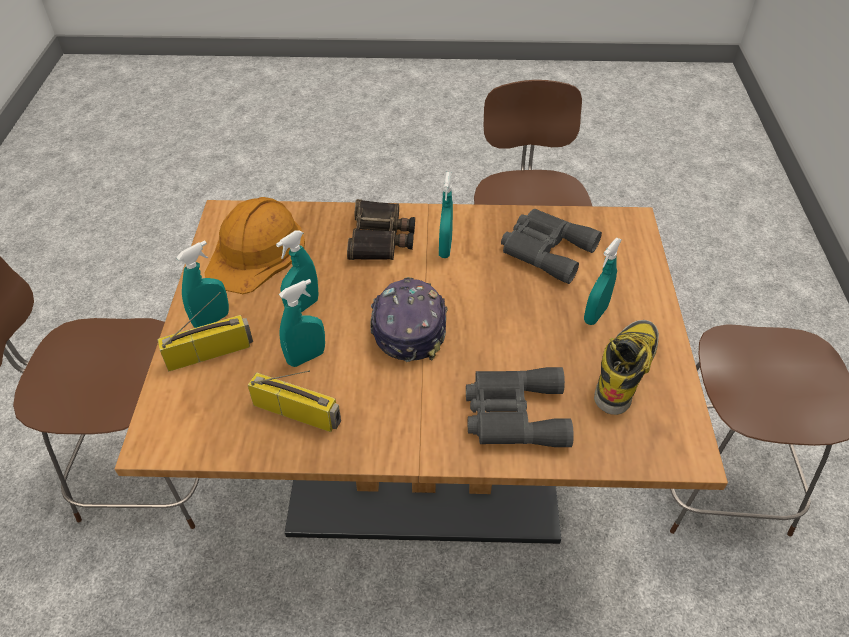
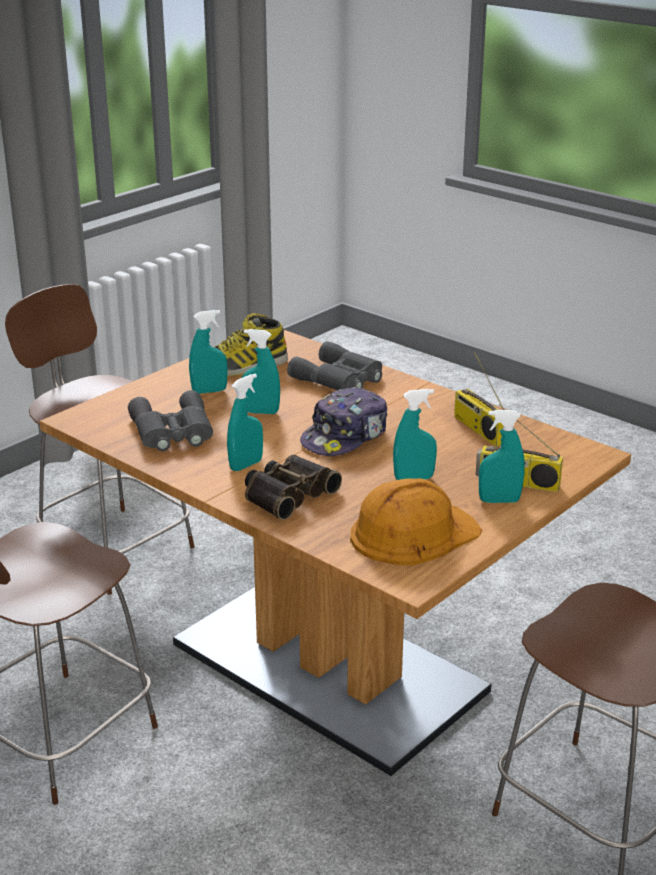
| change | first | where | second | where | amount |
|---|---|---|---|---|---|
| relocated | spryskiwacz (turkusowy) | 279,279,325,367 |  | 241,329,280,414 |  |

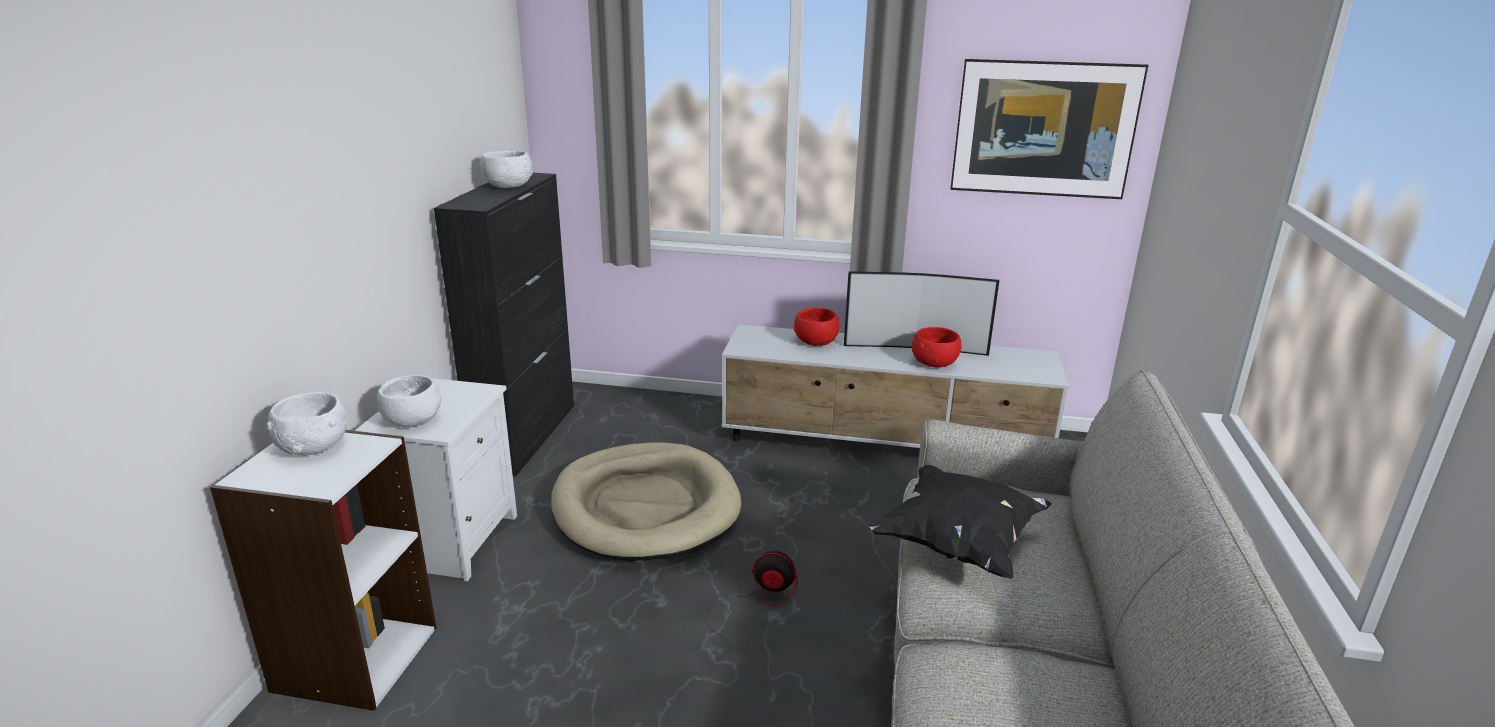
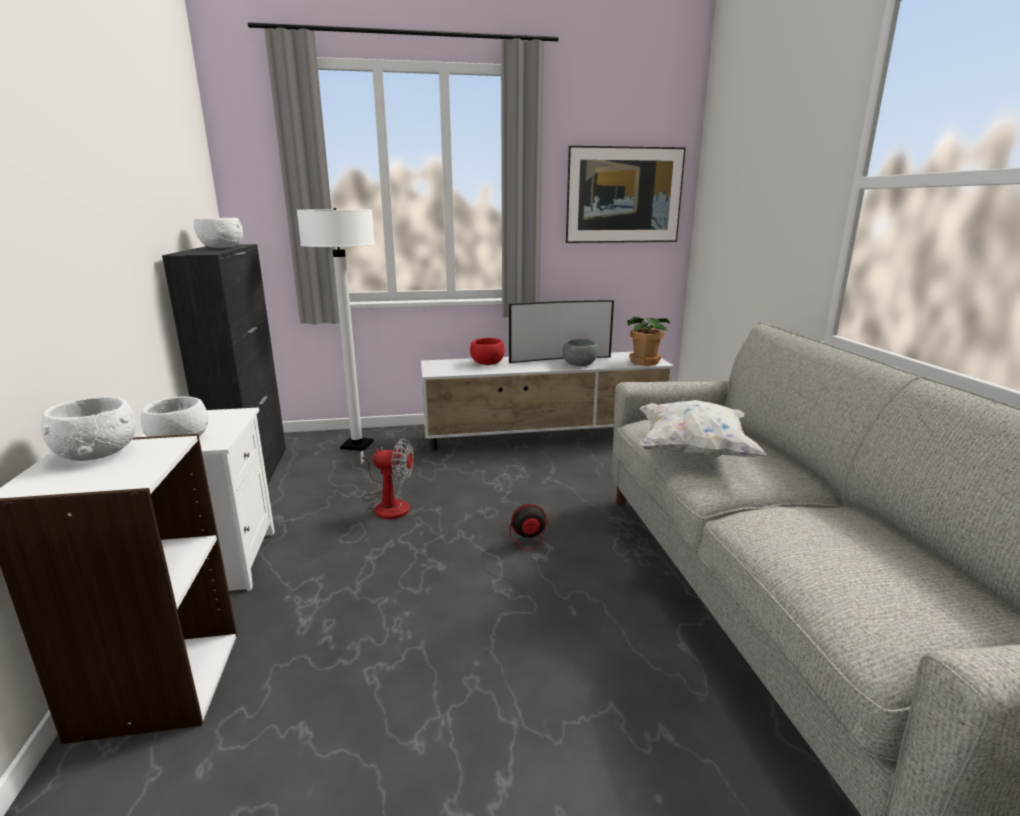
| change | first | where | second | where | amount |
|---|---|---|---|---|---|
| appeared |  |  | lampa stojąca (biały) | 297,208,375,451 |  |
| exchanged | legowisko (beżowy) | 551,442,741,561 | wentylator | 360,438,414,519 |  |
| colour | miska (czerwony) | 912,327,961,368 | miska (szary) | 562,339,598,366 |  |
| appeared |  |  | roślina doniczkowa | 627,317,670,366 |  |
| colour | poduszka (czarny) | 868,465,1052,579 | poduszka (biały) | 640,400,766,458 |  |

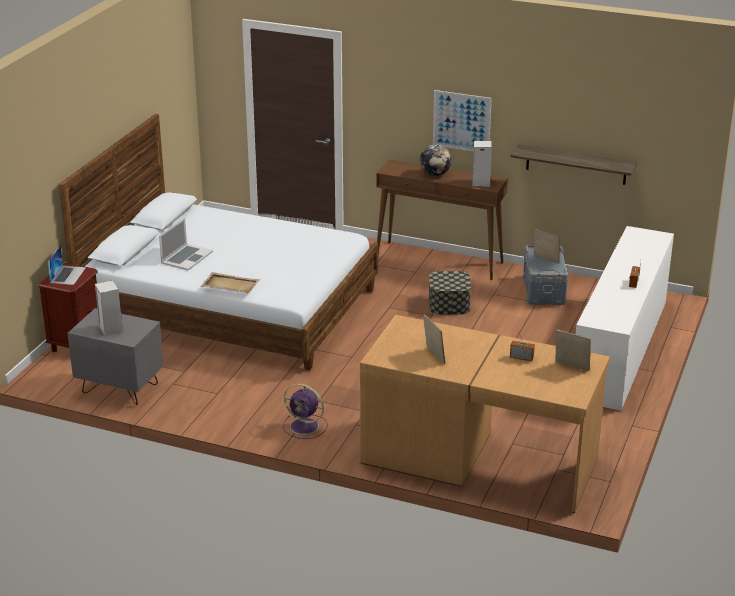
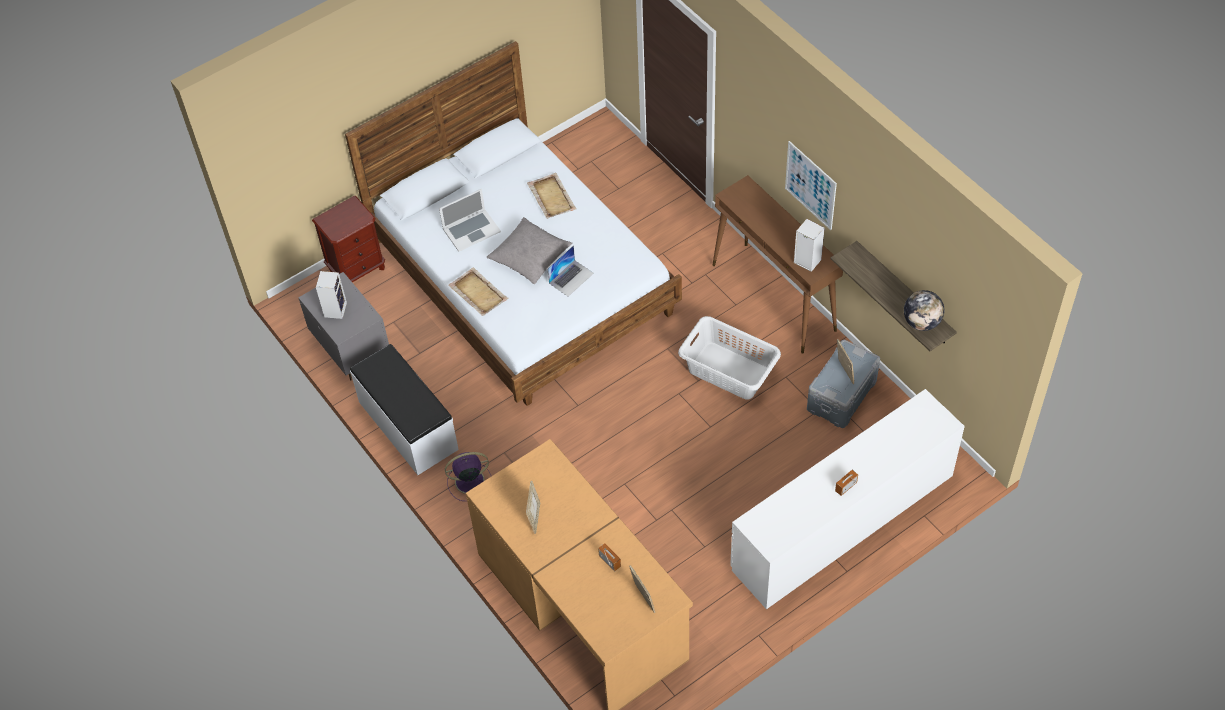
| change | first | where | second | where | amount |
|---|---|---|---|---|---|
| appeared |  |  | ławka (biały) | 350,344,459,475 |  |
| spun | wentylator (fioletowy) | 283,383,328,439 |  | 445,452,491,501 | 105 degrees clockwise |
| appeared |  |  | poduszka (szary) | 487,217,572,284 |  |
| appeared |  |  | taca (beżowy) | 527,173,577,219 |  |
| relocated | laptop | 47,246,86,285 |  | 547,245,594,297 |  |
| exchanged | pojemnik do przechowywania | 429,271,471,315 | kosz na pranie (szary) | 678,316,781,400 |  |
| relocated | globus | 420,144,451,176 |  | 904,290,944,331 |  |

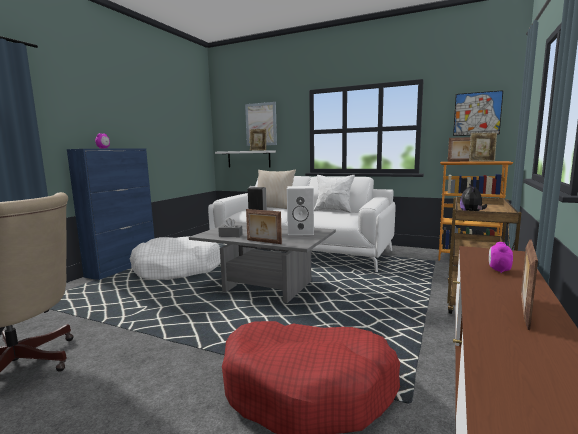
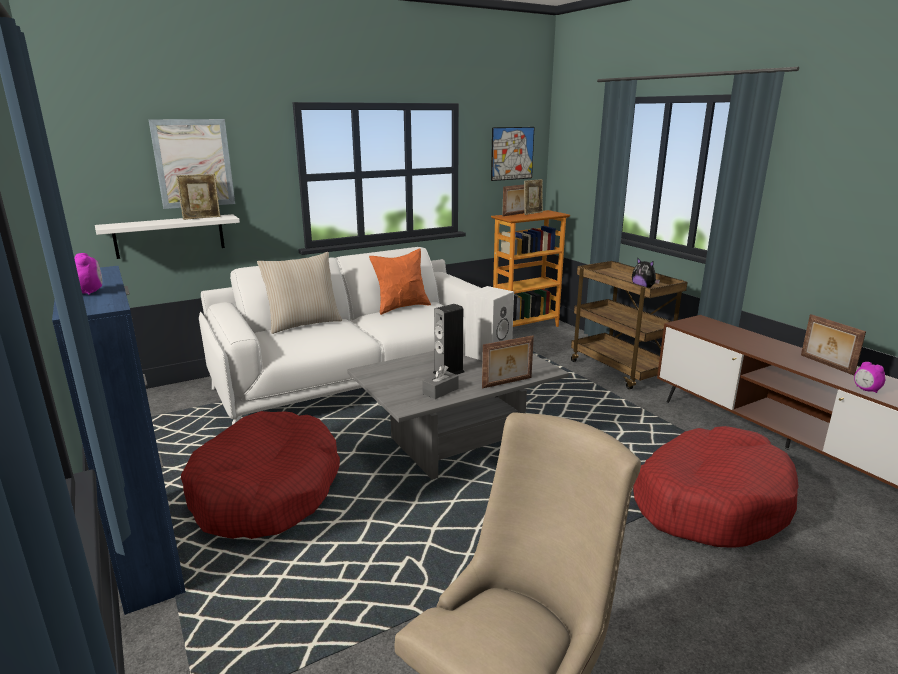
| change | first | where | second | where | amount |
|---|---|---|---|---|---|
| colour | legowisko (biały) | 130,236,221,280 | legowisko (czerwony) | 181,411,340,539 |  |
| colour | poduszka (biały) | 314,175,355,213 | poduszka (pomarańczowy) | 369,248,431,315 |  |
| relocated | budzik | 489,242,513,273 |  | 854,362,885,393 |  |

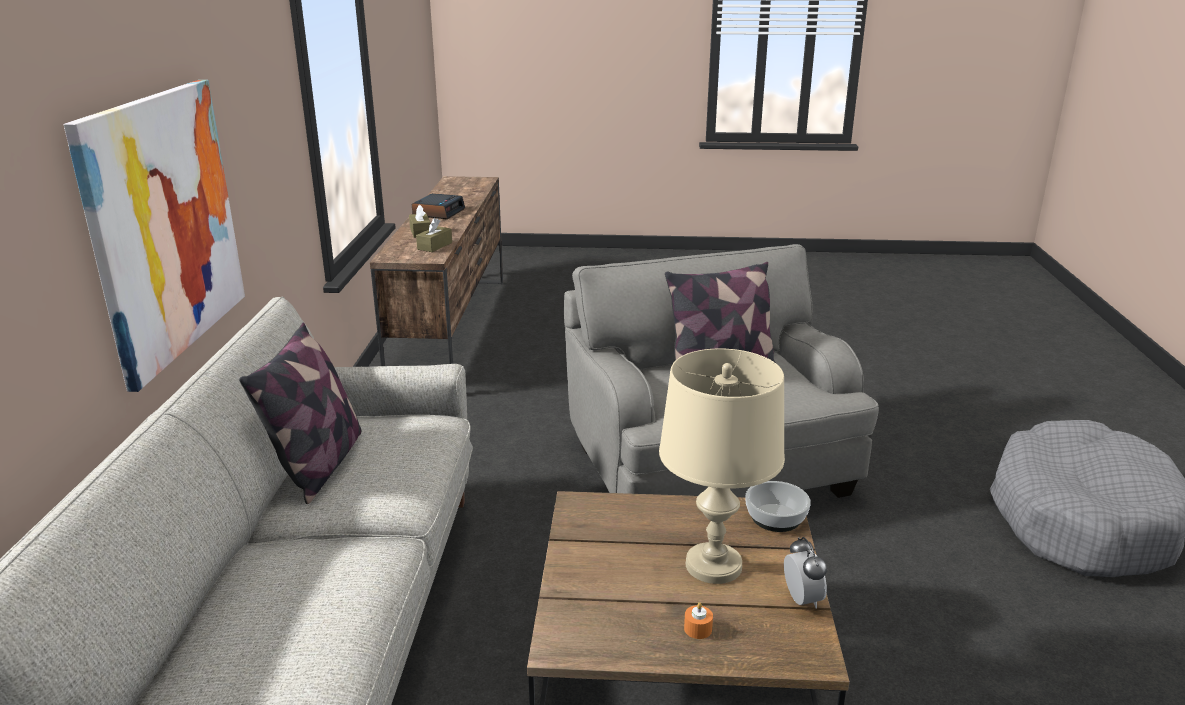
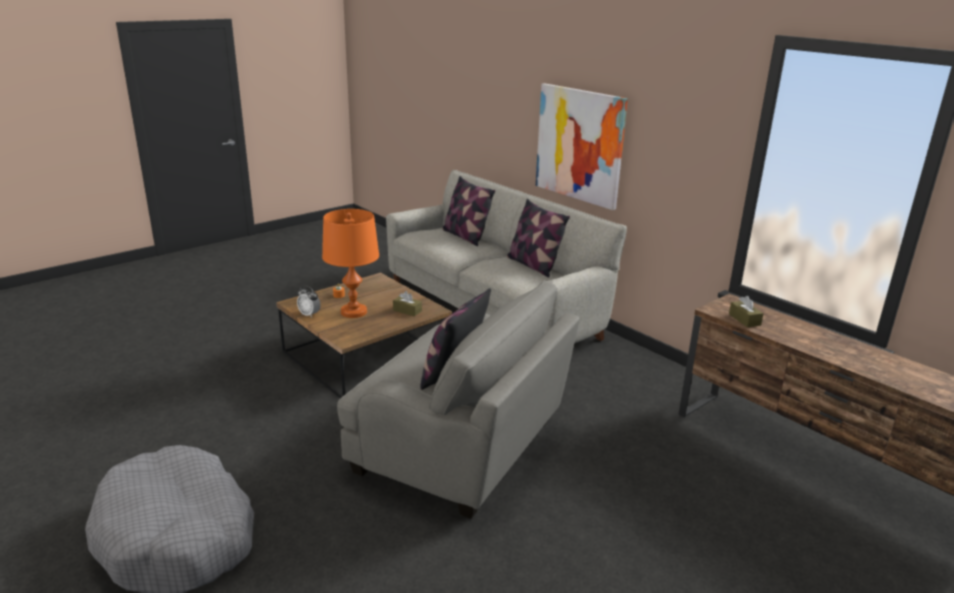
| change | first | where | second | where | amount |
|---|---|---|---|---|---|
| colour | lampa stołowa (beżowy) | 659,348,785,584 | lampa stołowa (pomarańczowy) | 322,209,379,318 |  |
| relocated | pudełko chusteczek (brązowy) | 409,205,431,238 |  | 393,291,422,316 |  |
| appeared |  |  | poduszka | 443,176,495,246 |  |
| missing | budzik | 412,193,465,219 |  |  |  |
| missing | miska | 745,481,811,532 |  |  |  |

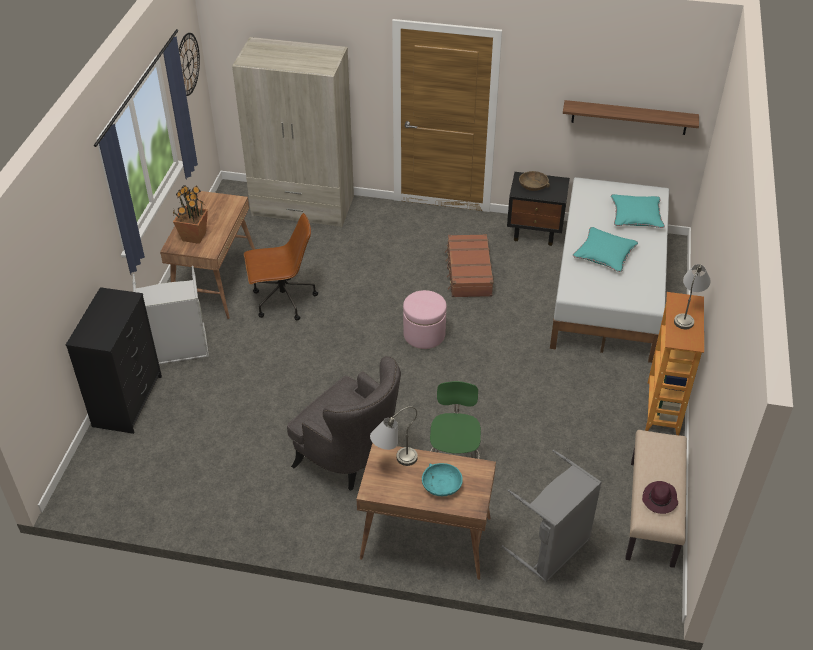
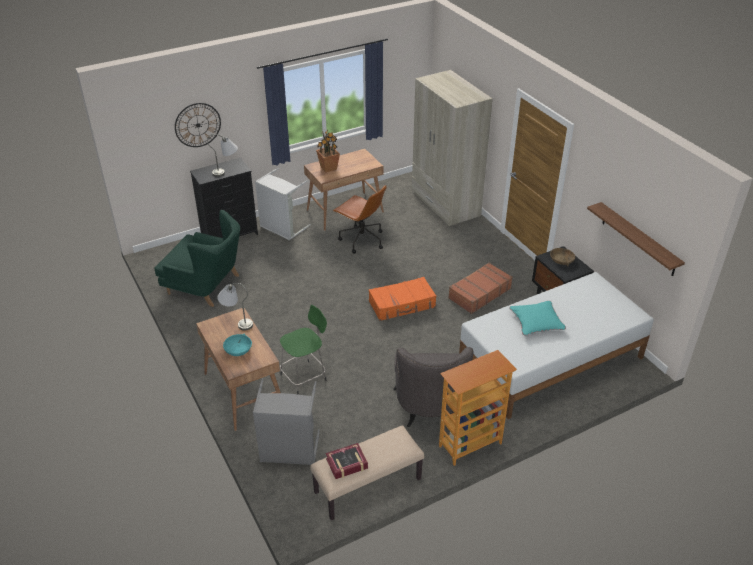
| change | first | where | second | where | amount |
|---|---|---|---|---|---|
| appeared |  |  | fotel (zielony) | 154,210,240,307 |  |
| relocated | zegar ścienny | 179,33,200,96 |  | 175,103,221,147 |  |
| relocated | lampa stołowa (szary) | 674,264,711,329 |  | 207,134,238,177 |  |
| exchanged | kapelusz (fioletowy) | 642,481,678,514 | książka | 326,443,368,479 |  |
| exchanged | pufa (różowy) | 403,290,447,349 | walizka (pomarańczowy) | 369,277,436,321 |  |
| relocated | fotel (szary) | 287,356,401,491 |  | 393,347,474,427 |  |
| missing | poduszka (turkusowy) | 611,194,665,228 |  |  |  |

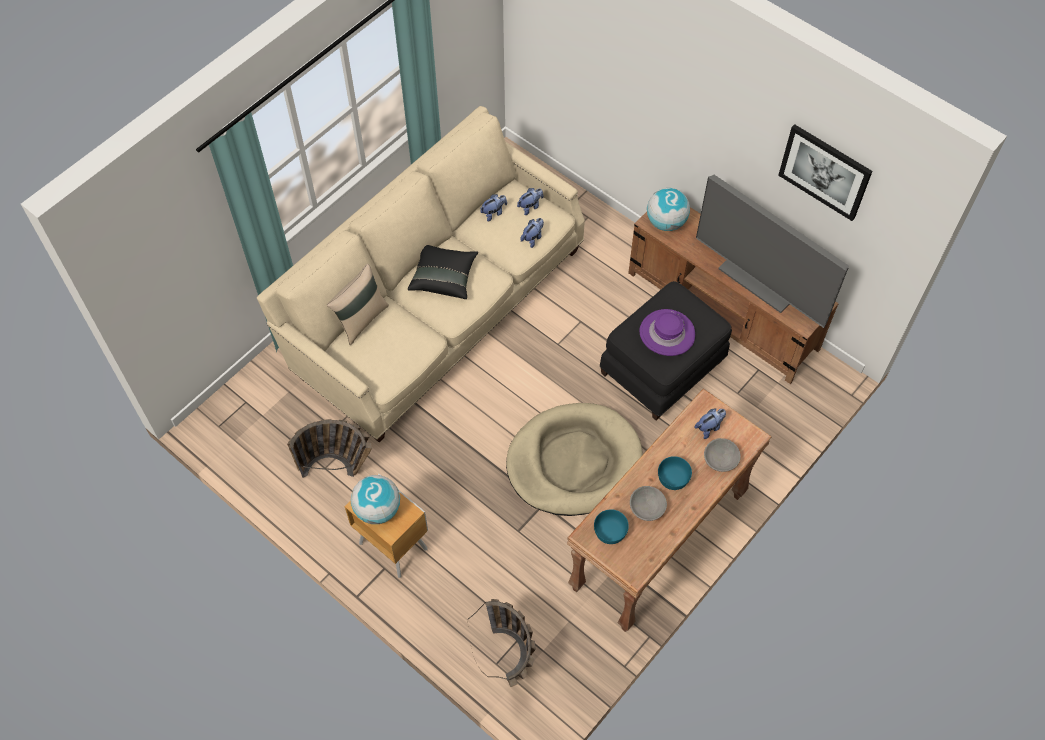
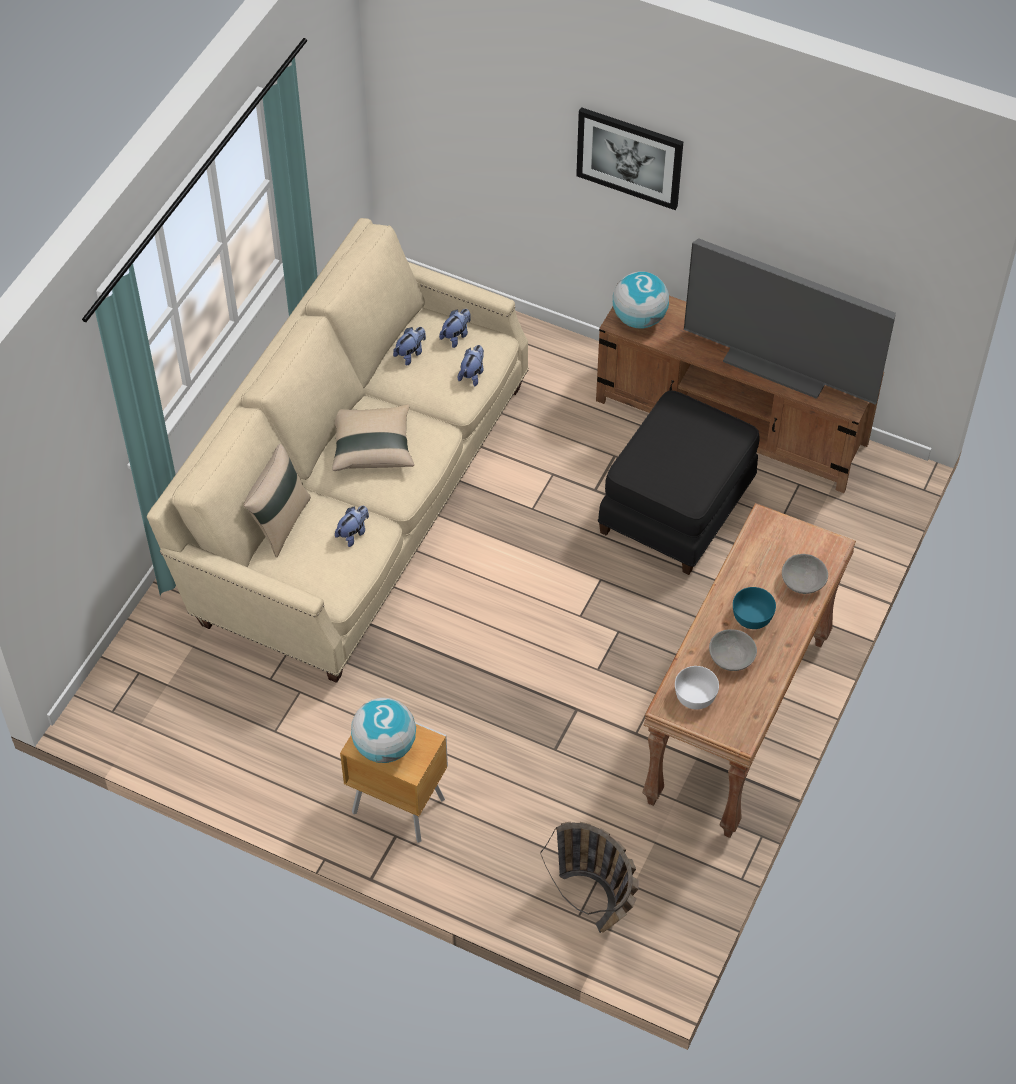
| change | first | where | second | where | amount |
|---|---|---|---|---|---|
| colour | poduszka (czarny) | 408,245,478,299 | poduszka (beżowy) | 332,404,414,471 |  |
| relocated | pluszak | 695,408,726,439 |  | 335,506,369,547 |  |
| relocated | obraz | 778,124,872,221 |  | 576,107,683,210 |  |
| colour | miska (turkusowy) | 594,509,629,544 | miska (biały) | 675,666,719,710 |  |
| missing | koszyk | 287,419,372,478 |  |  |  |
| missing | legowisko (beżowy) | 506,403,643,516 |  |  |  |
| missing | kapelusz (fioletowy) | 639,309,695,356 |  |  |  |

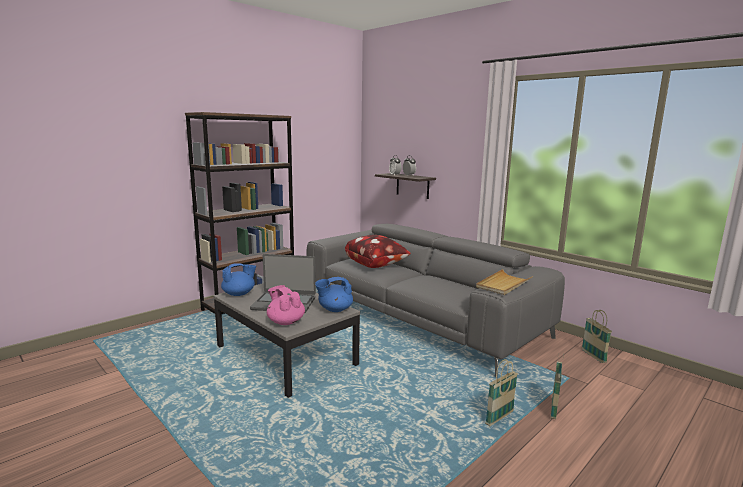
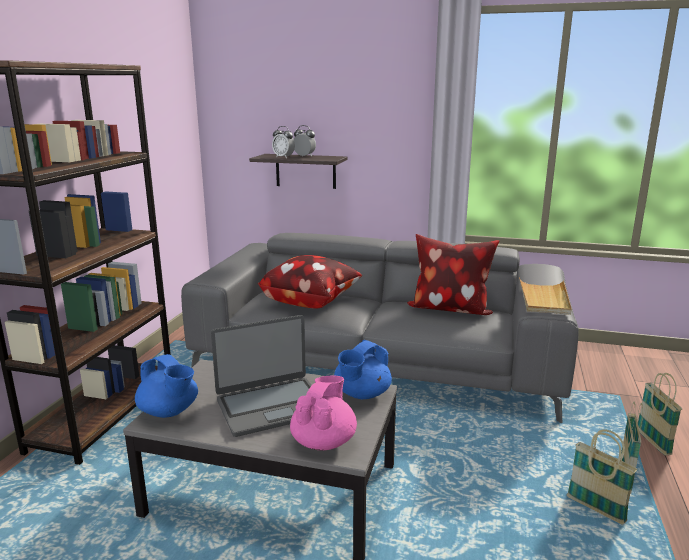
| change | first | where | second | where | amount |
|---|---|---|---|---|---|
| spun | imbryk (niebieski) | 221,263,256,296 |  | 135,354,198,418 | 105 degrees clockwise |
| spun | imbryk (różowy) | 267,285,305,325 |  | 290,376,357,450 | 90 degrees clockwise |
| appeared |  |  | poduszka | 407,234,500,315 |  |
| relocated | koszyk | 582,310,612,363 |  | 567,429,638,525 |  |

